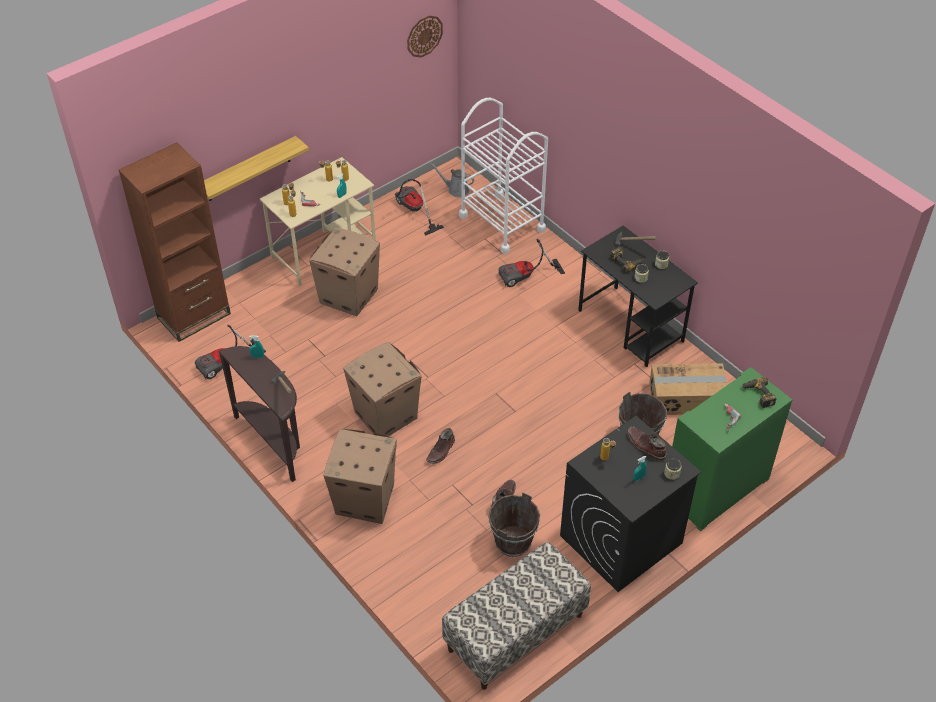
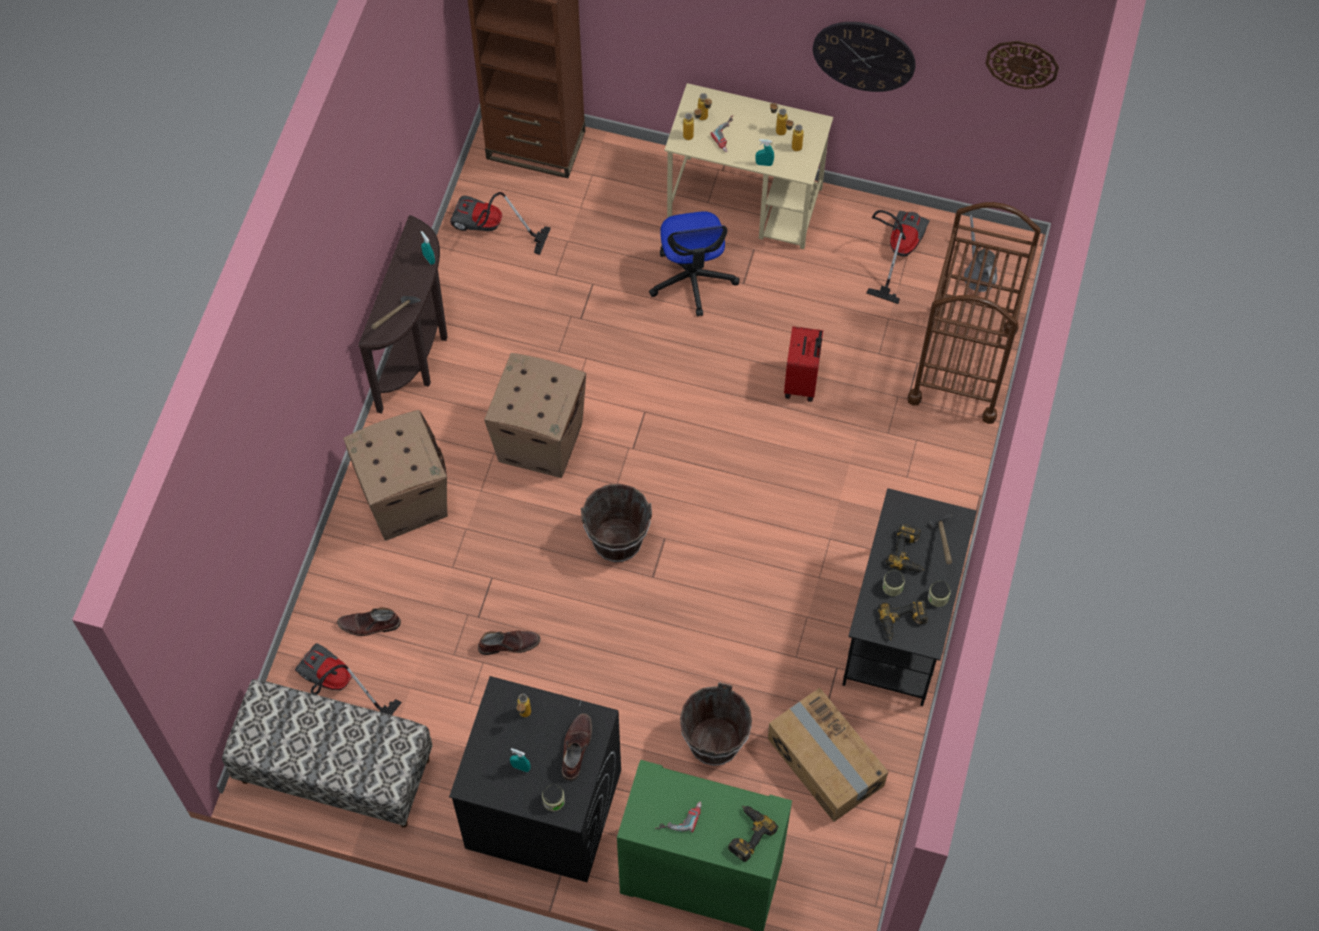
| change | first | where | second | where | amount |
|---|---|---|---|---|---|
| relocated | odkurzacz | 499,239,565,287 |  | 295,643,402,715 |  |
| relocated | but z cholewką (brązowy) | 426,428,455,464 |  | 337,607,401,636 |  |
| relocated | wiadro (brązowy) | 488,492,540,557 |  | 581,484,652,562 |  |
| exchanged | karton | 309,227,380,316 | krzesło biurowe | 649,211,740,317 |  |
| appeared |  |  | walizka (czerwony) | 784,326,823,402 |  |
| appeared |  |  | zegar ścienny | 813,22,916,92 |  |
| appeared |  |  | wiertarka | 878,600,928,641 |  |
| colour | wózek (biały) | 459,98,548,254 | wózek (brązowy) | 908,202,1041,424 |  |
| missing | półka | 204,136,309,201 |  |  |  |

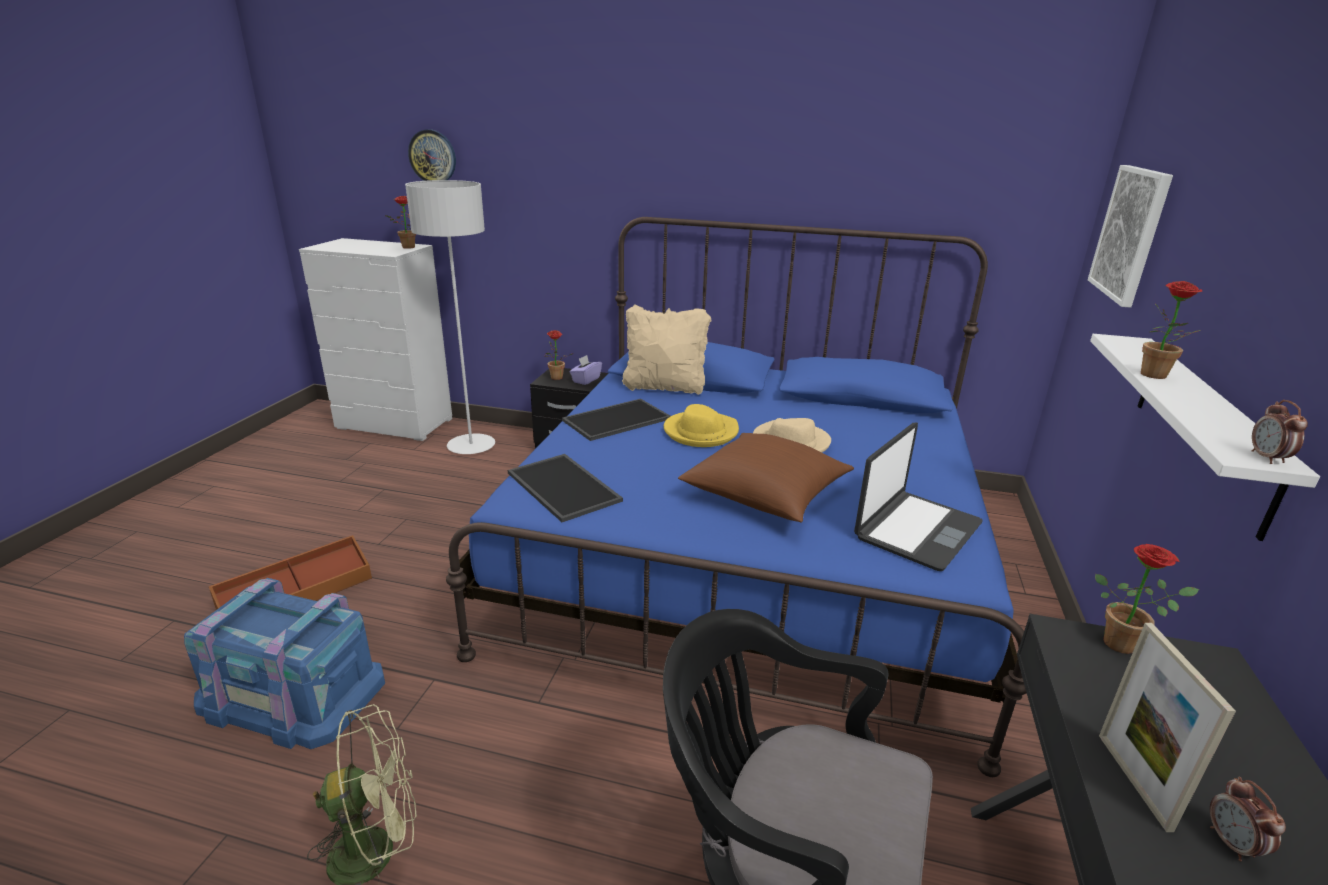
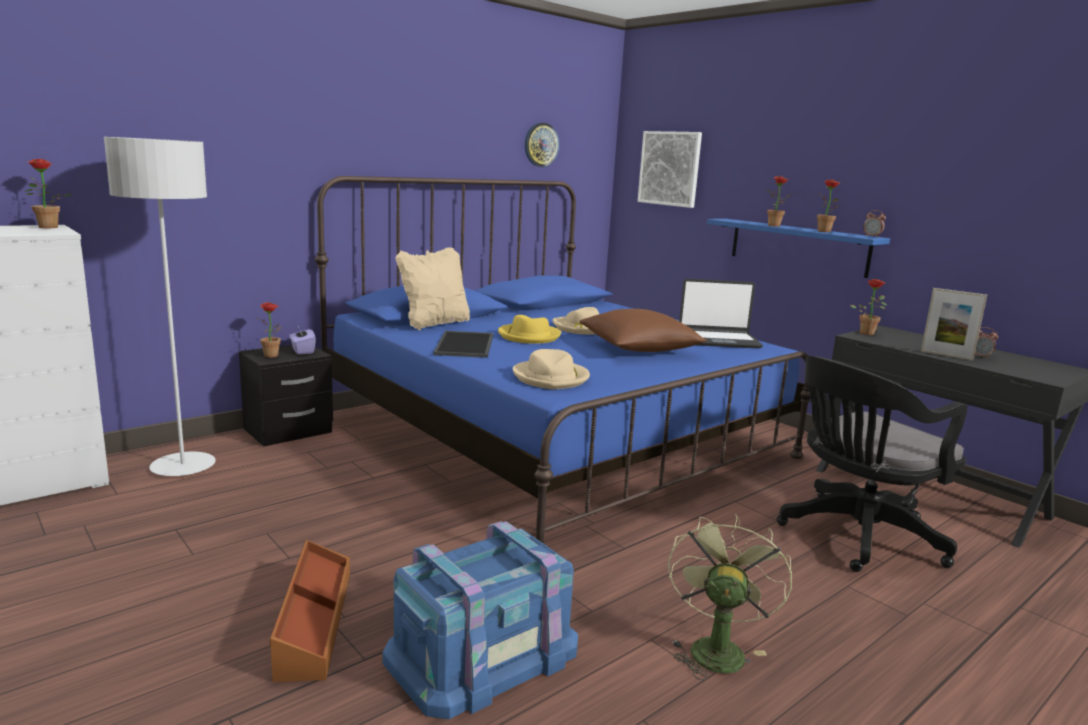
| change | first | where | second | where | amount |
|---|---|---|---|---|---|
| exchanged | taca | 508,454,623,522 | kapelusz (beżowy) | 513,349,590,389 |  |
| relocated | zegar ścienny | 408,129,456,181 |  | 525,122,559,167 |  |
| spun | laptop | 854,423,983,571 |  | 679,279,763,349 | 105 degrees clockwise |
| colour | półka (biały) | 1090,334,1320,541 | półka (niebieski) | 707,219,890,278 |  |
| appeared |  |  | roślina doniczkowa | 817,179,840,232 |  |

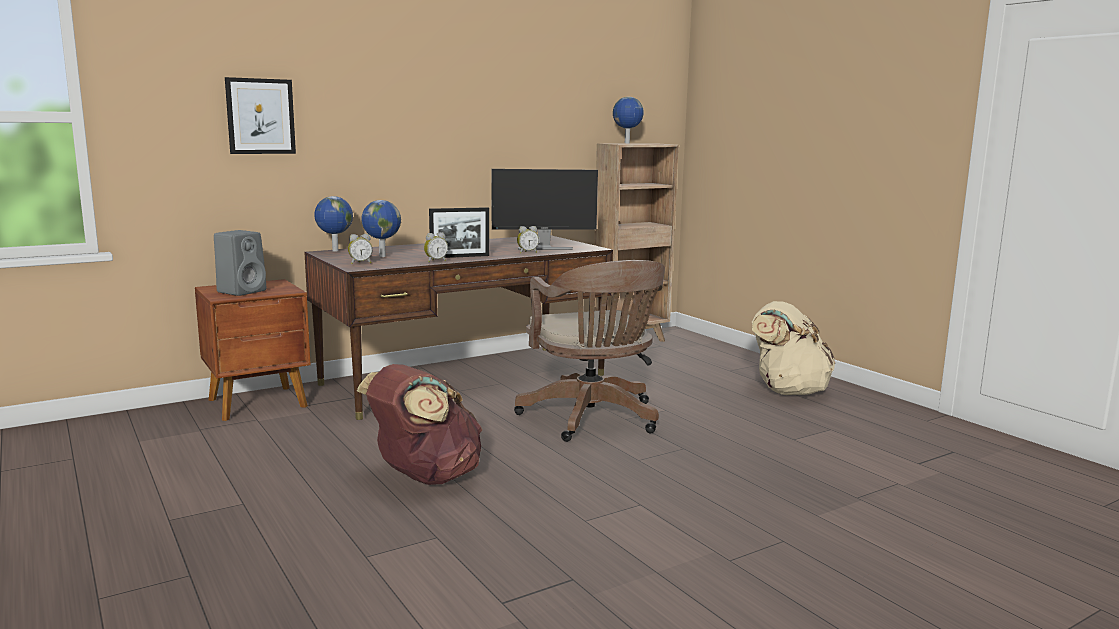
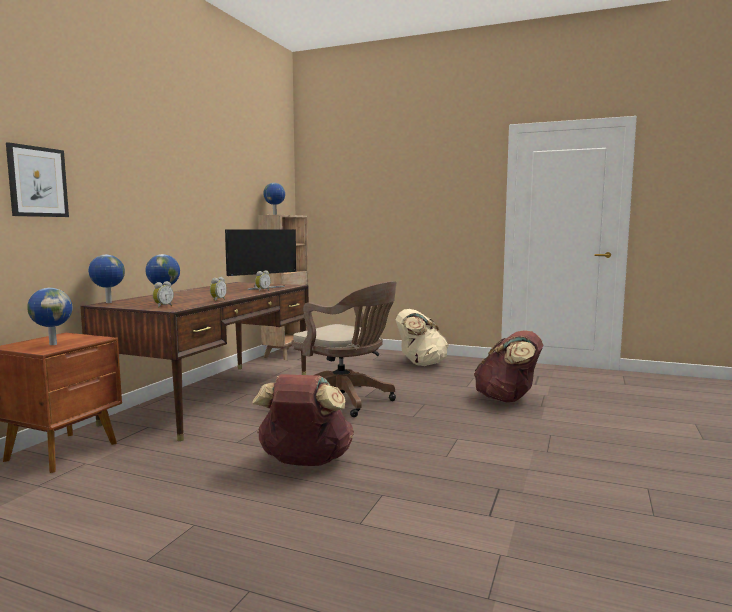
| change | first | where | second | where | amount |
|---|---|---|---|---|---|
| exchanged | głośnik (szary) | 214,230,266,296 | globus | 27,288,72,345 |  |
| appeared |  |  | plecak (brązowy) | 474,330,544,402 |  |
| missing | ramka na zdjęcie | 429,207,489,258 |  |  |  |

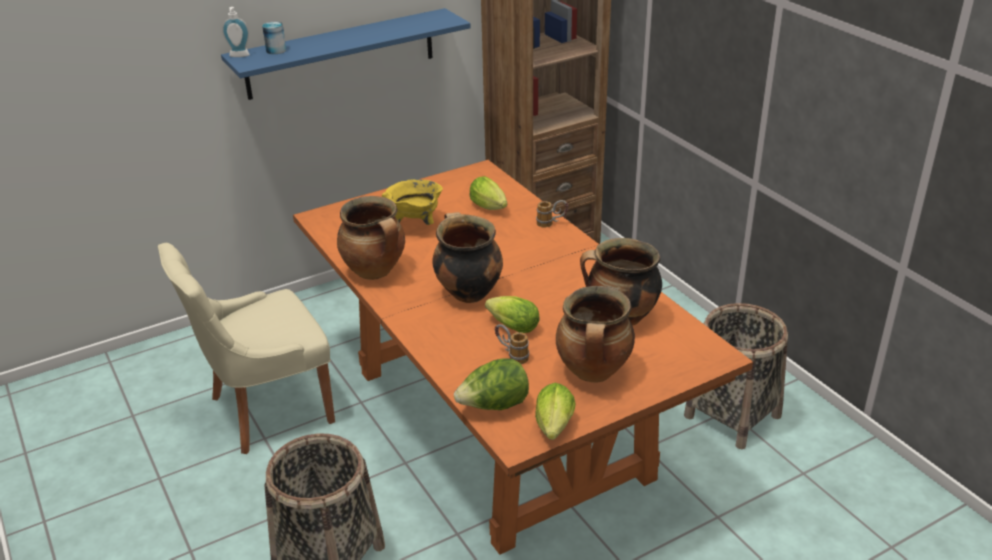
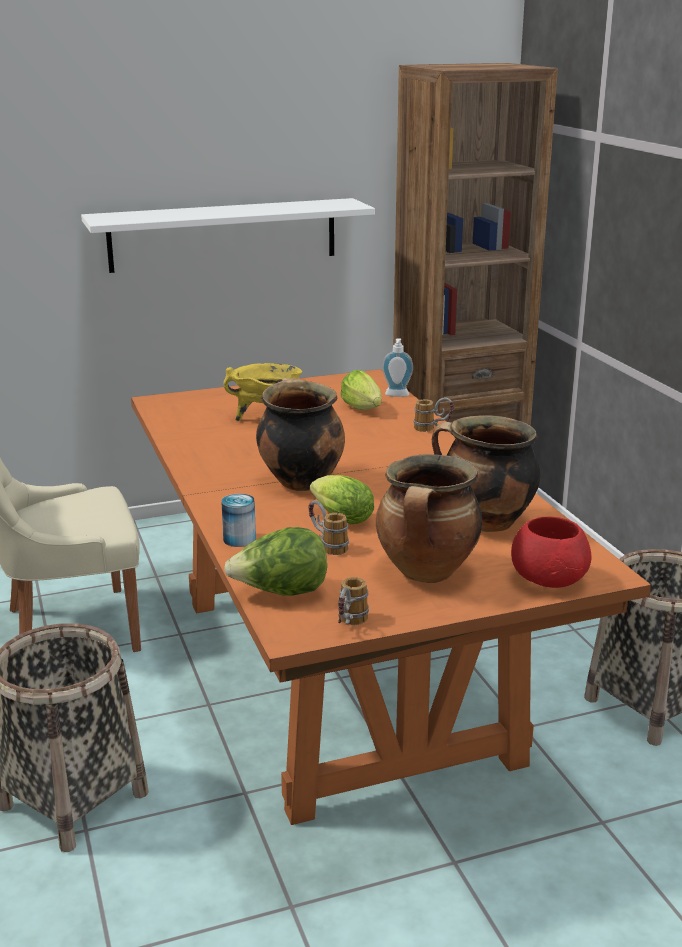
| change | first | where | second | where | amount |
|---|---|---|---|---|---|
| colour | półka (niebieski) | 221,8,471,100 | półka (biały) | 81,198,375,273 |  |
| relocated | puszka | 262,22,286,54 |  | 221,494,256,547 |  |
| exchanged | sałata | 535,383,575,440 | kubek | 338,577,369,625 |  |
| relocated | dozownik mydła | 222,7,250,57 |  | 382,338,413,397 |  |
| appeared |  |  | miska (czerwony) | 511,517,592,588 |  |
| missing | garnek | 337,196,405,280 |  |  |  |

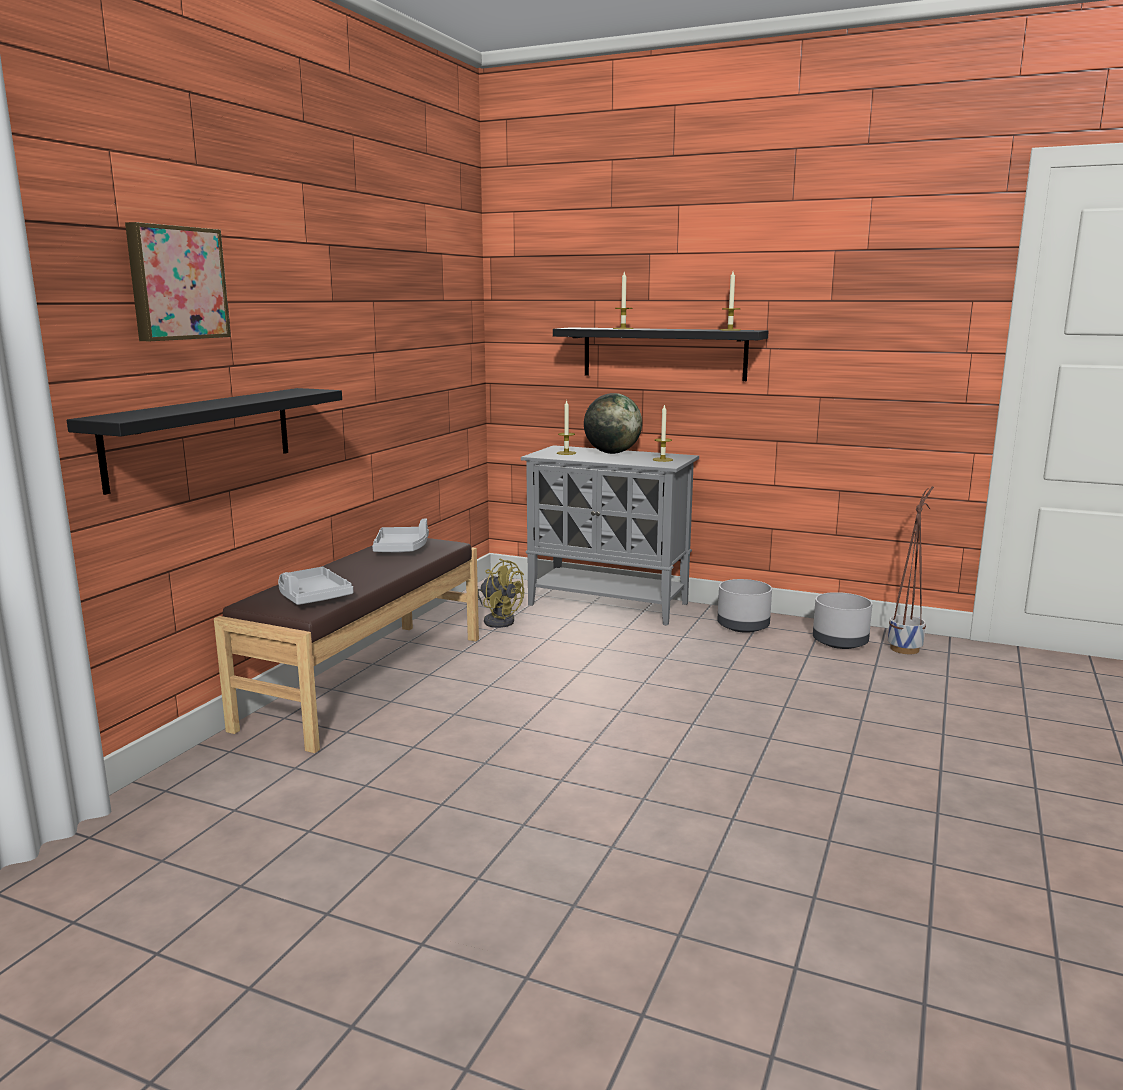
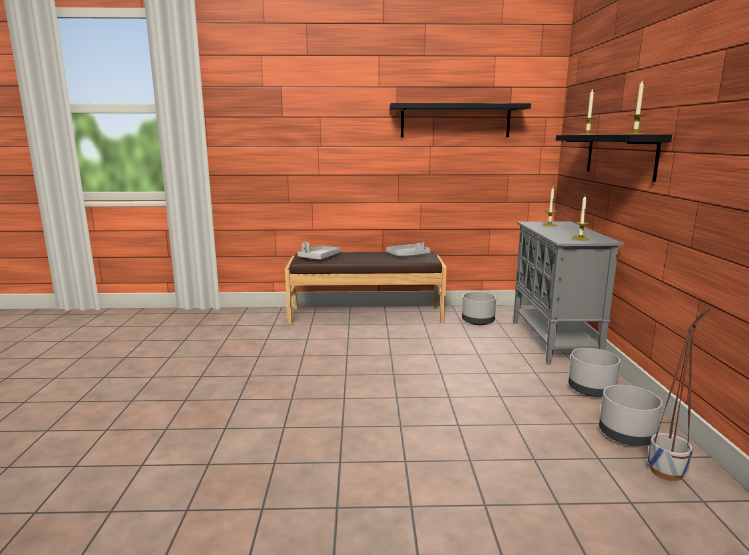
| change | first | where | second | where | amount |
|---|---|---|---|---|---|
| relocated | półka (czarny) | 67,388,342,495 |  | 389,103,531,137 |  |
| exchanged | wentylator (żółty) | 478,559,524,628 | donica (szary) | 462,292,496,325 |  |
| missing | obraz | 125,222,231,341 |  |  |  |
| missing | globus | 584,393,642,454 |  |  |  |

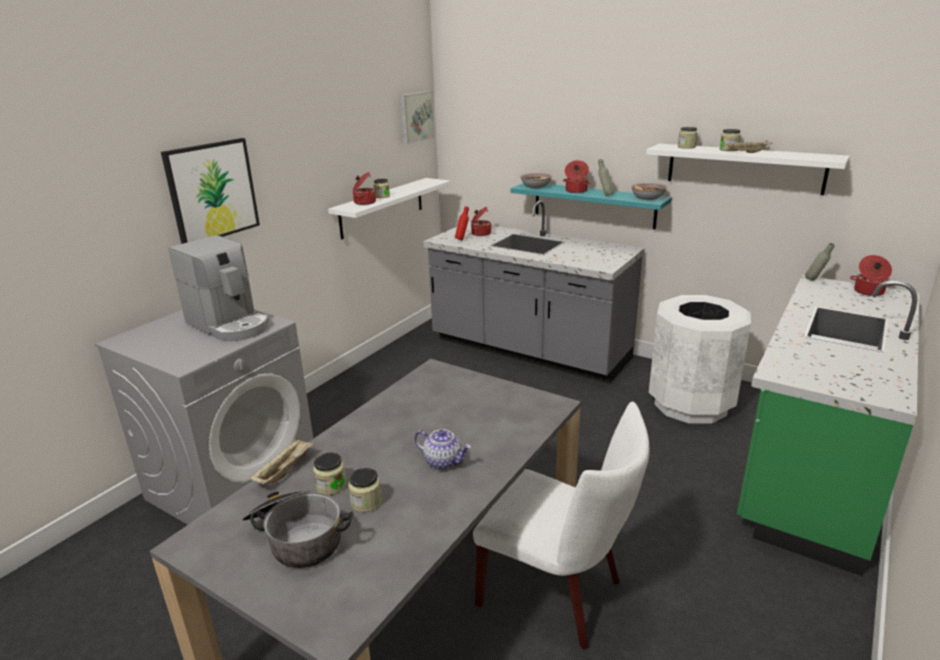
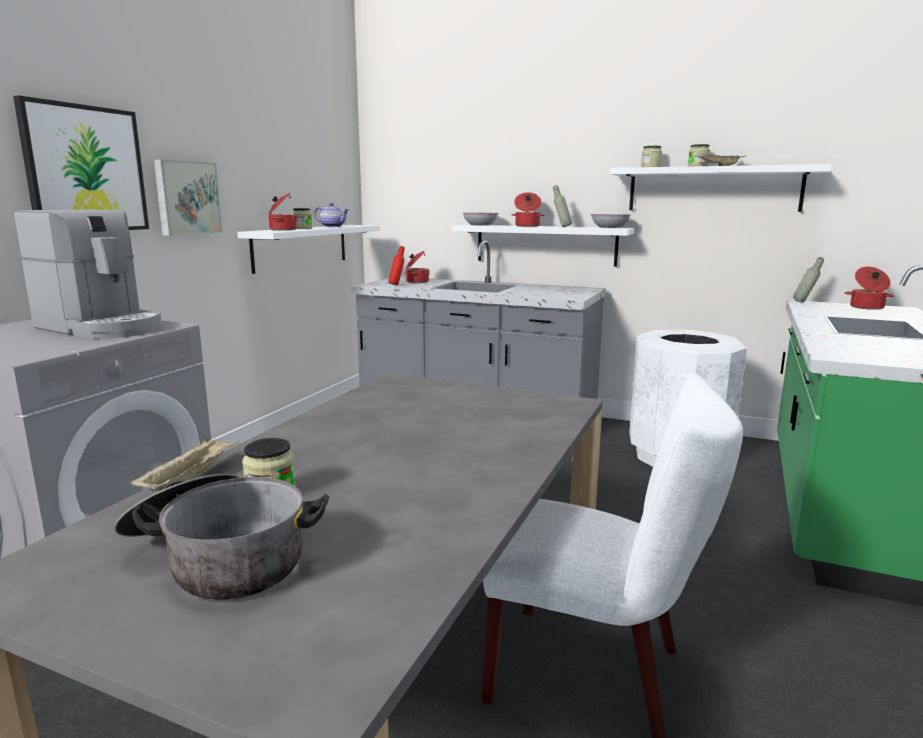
| change | first | where | second | where | amount |
|---|---|---|---|---|---|
| relocated | obraz | 400,91,434,144 |  | 154,159,223,236 |  |
| relocated | imbryk | 414,429,471,470 |  | 314,203,349,227 |  |
| colour | półka (turkusowy) | 511,183,672,230 | półka (biały) | 452,225,634,267 |  |
| missing | słoik | 348,468,382,512 |  |  |  |

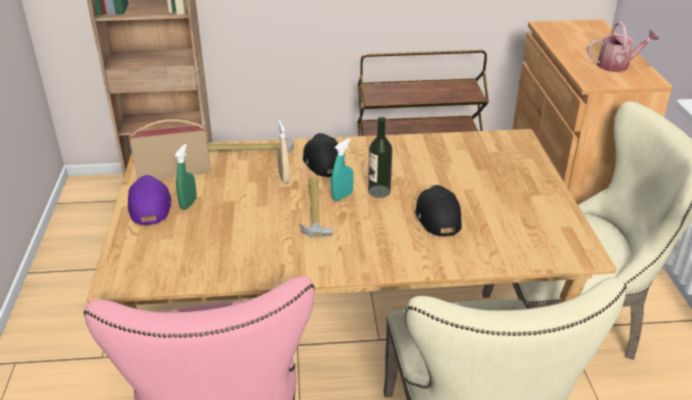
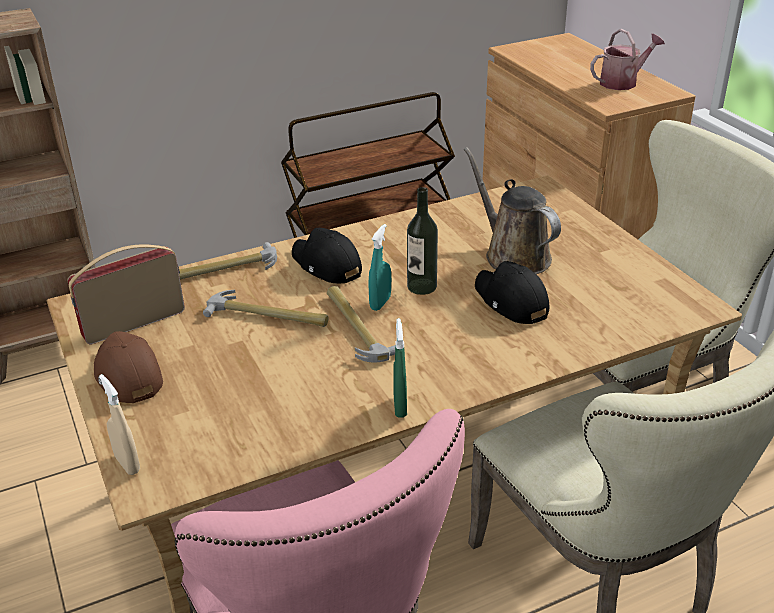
| change | first | where | second | where | amount |
|---|---|---|---|---|---|
| colour | czapka z daszkiem (fioletowy) | 128,175,171,225 | czapka z daszkiem (brązowy) | 94,331,163,403 |  |
| relocated | spryskiwacz (beżowy) | 277,120,290,183 |  | 99,374,140,475 |  |
| appeared |  |  | młotek | 203,290,329,327 |  |
| relocated | spryskiwacz (zielony) | 175,144,197,210 |  | 393,318,407,418 |  |
| appeared |  |  | konewka (brązowy) | 464,147,561,274 |  |

